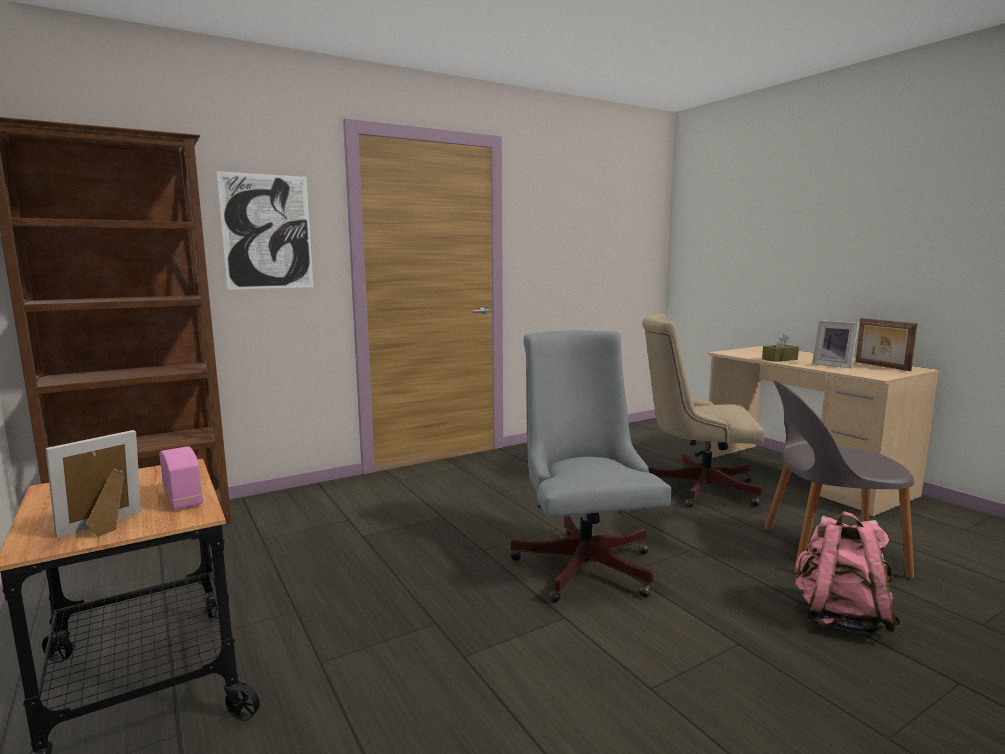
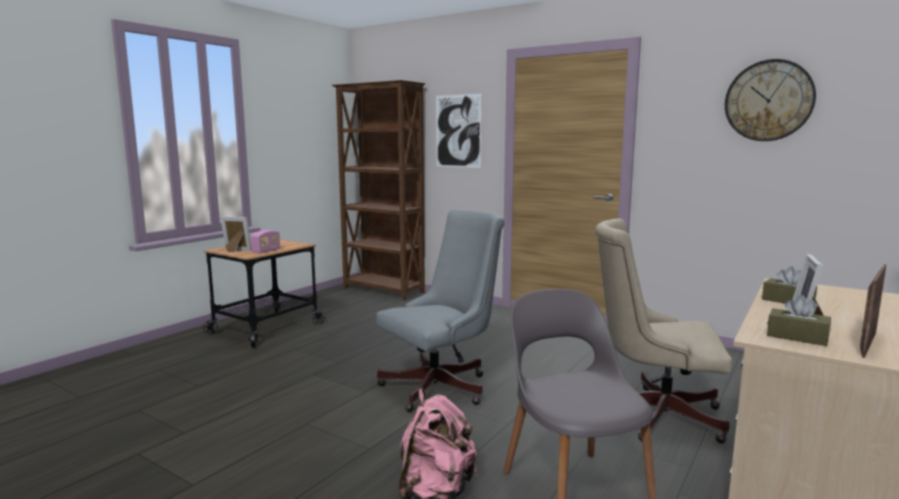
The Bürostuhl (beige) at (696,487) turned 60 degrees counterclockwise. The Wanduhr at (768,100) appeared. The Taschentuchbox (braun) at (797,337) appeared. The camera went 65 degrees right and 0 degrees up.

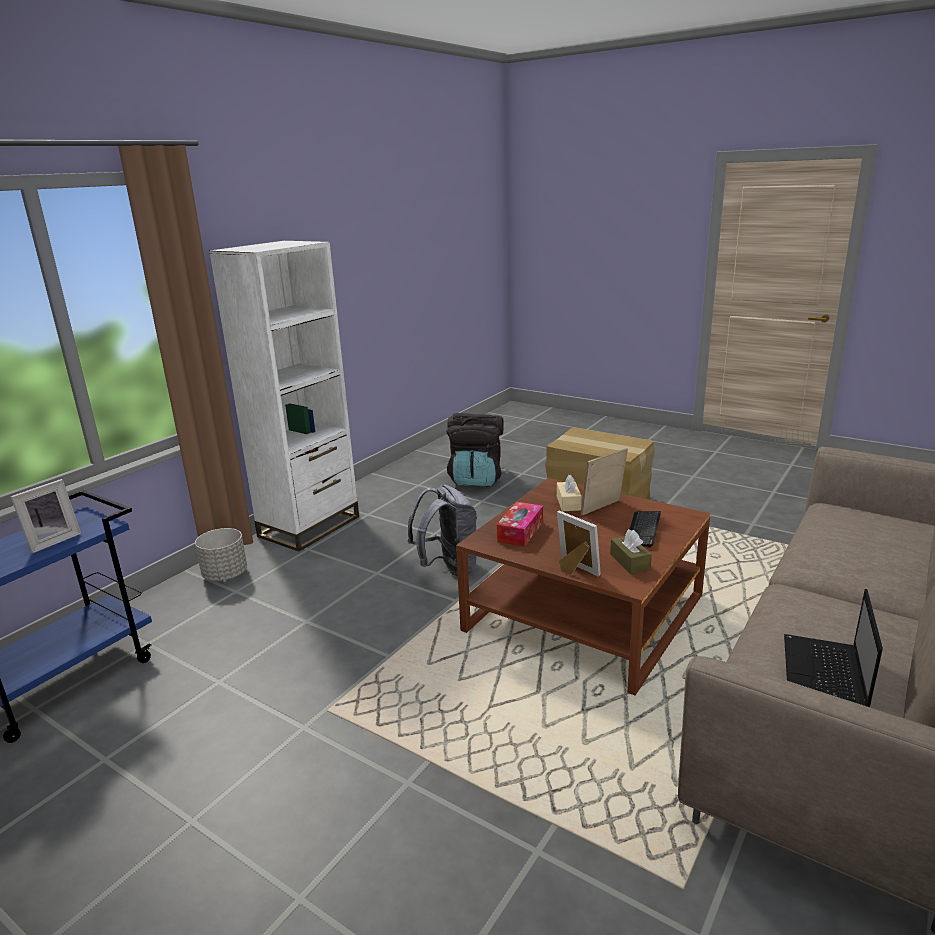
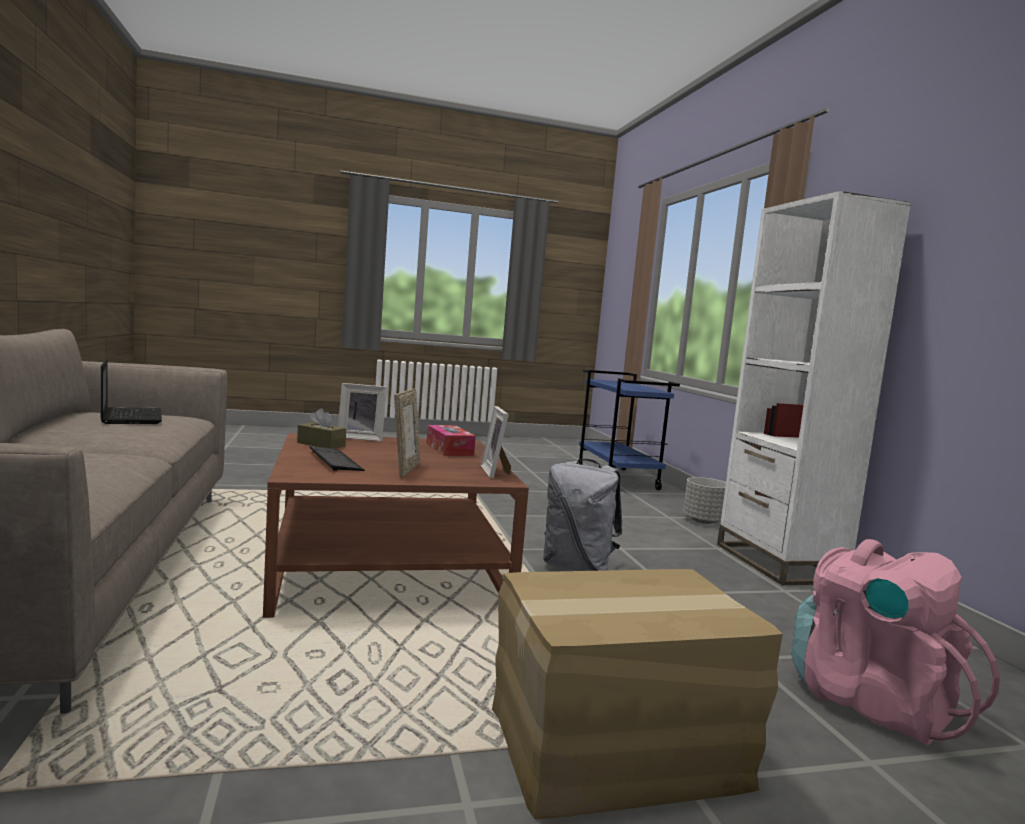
The Rucksack (schwarz) at (476,479) became the Rucksack (rosa) at (871,702). The Taschentuchbox (beige) at (568,503) disappeared. The Bilderrahmen moved from (52,541) to (496,472). The camera went 130 degrees right and 15 degrees down.

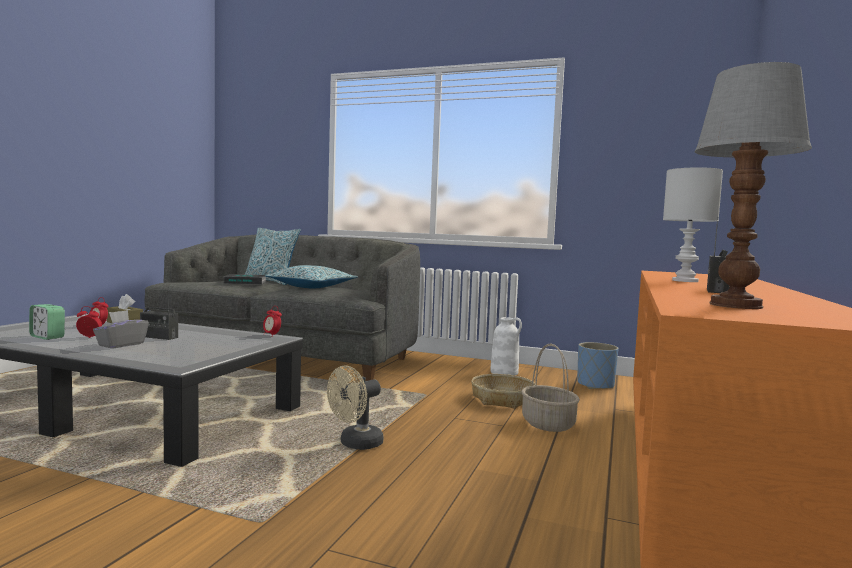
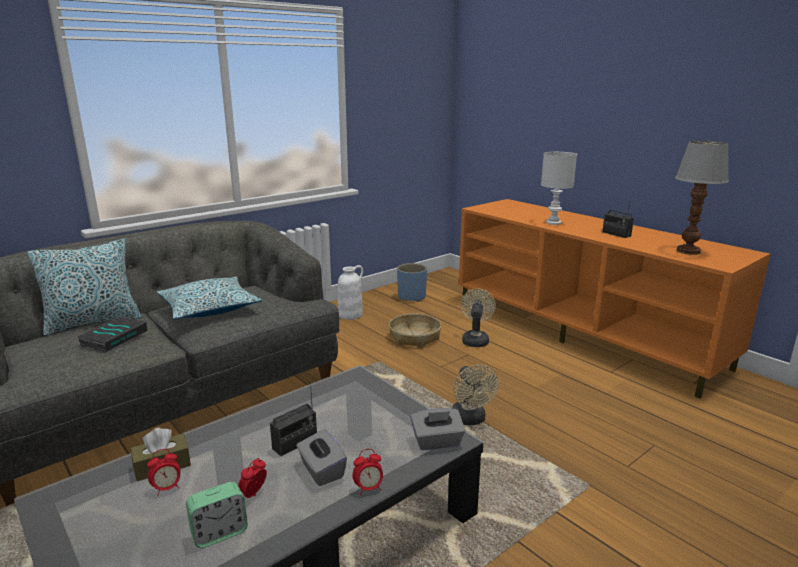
The Wecker moved from (272,335) to (368,488). The Korb at (547,424) was replaced by the Ventilator (beige) at (475,339). The Taschentuchbox (grau) at (437,442) appeared. The camera went 60 degrees left and 15 degrees up.

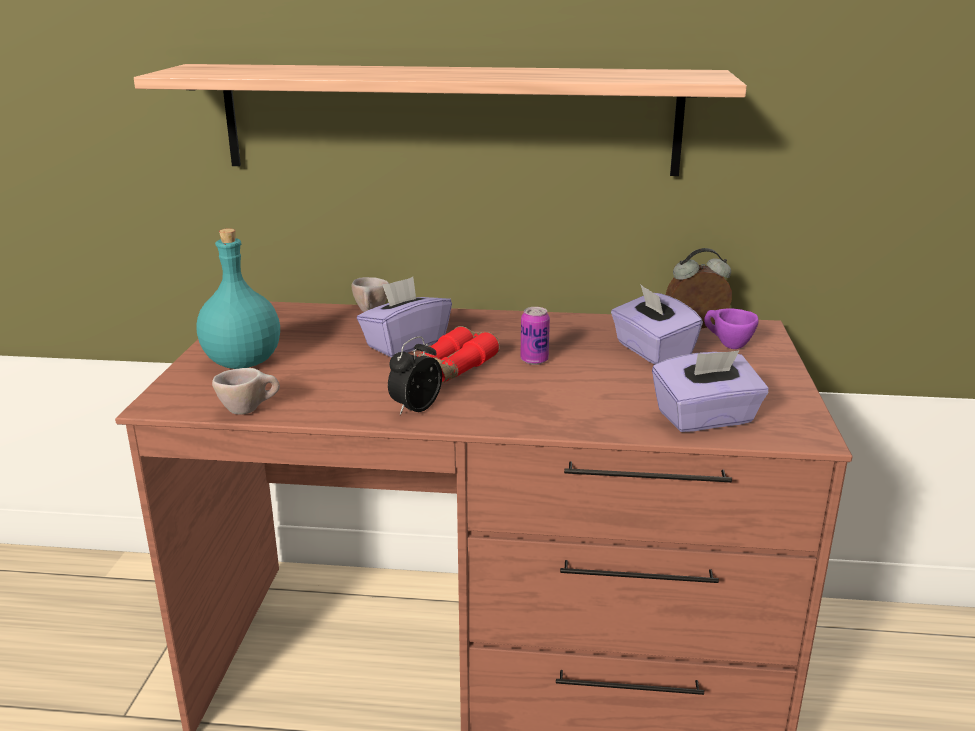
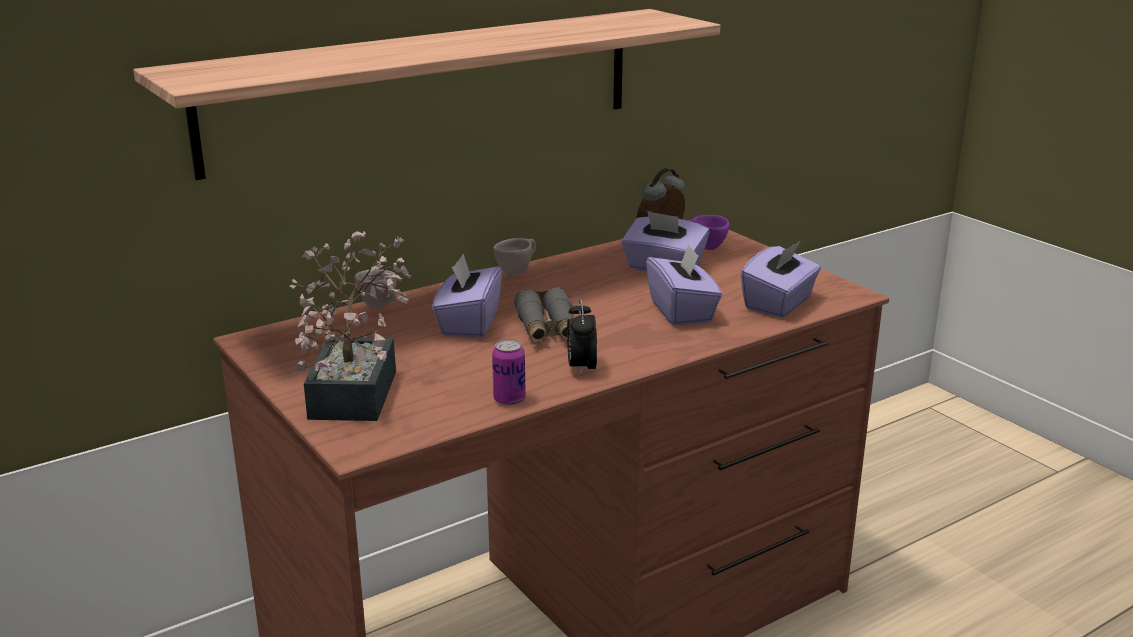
The Flasche (türkis) at (243,363) was replaced by the Topfpflanze at (358,388). The Dose moved from (534,360) to (509,399). The Fernglas (rot) at (452,368) became the Fernglas (grau) at (547,329). The Tasse (beige) moved from (249,410) to (517,272). The Taschentuchbox (lila) at (682,311) appeared. The camera went 40 degrees left and 0 degrees up.

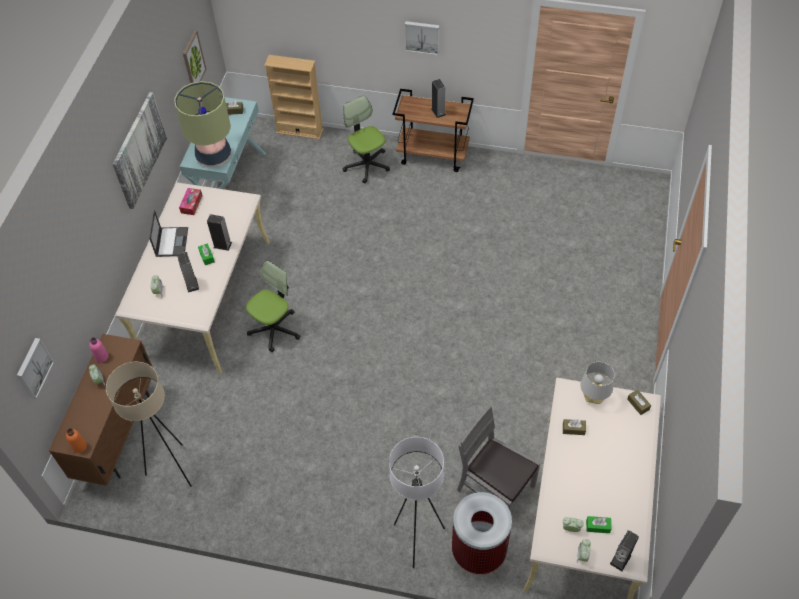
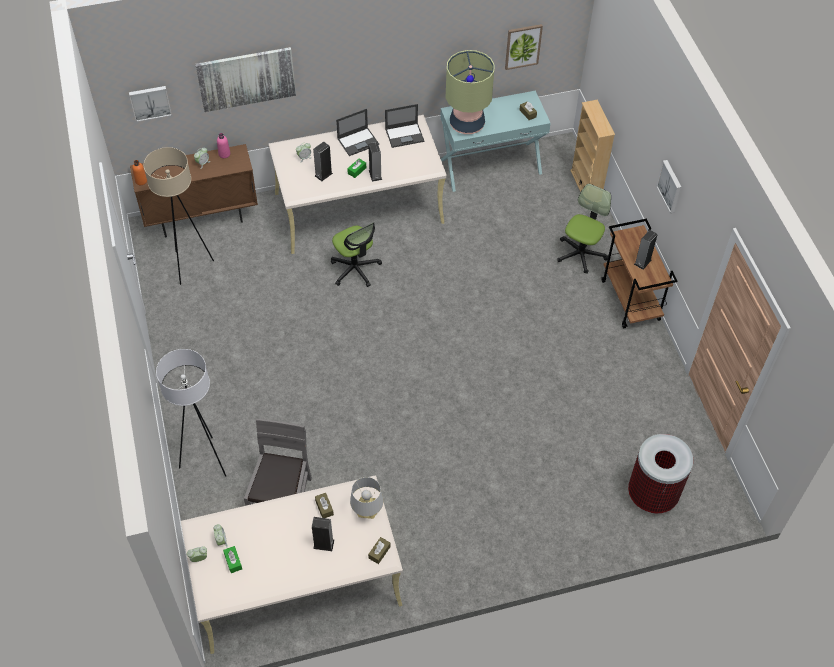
The Bild moved from (139,150) to (246,78). The Taschentuchbox at (191,204) was replaced by the Laptop at (405,135). The Bürostuhl at (274,329) turned 45 degrees clockwise. The Mülleimer moved from (479,551) to (652,495). The Lautsprecher moved from (620,559) to (323,544). The camera went 60 degrees right and 0 degrees up.

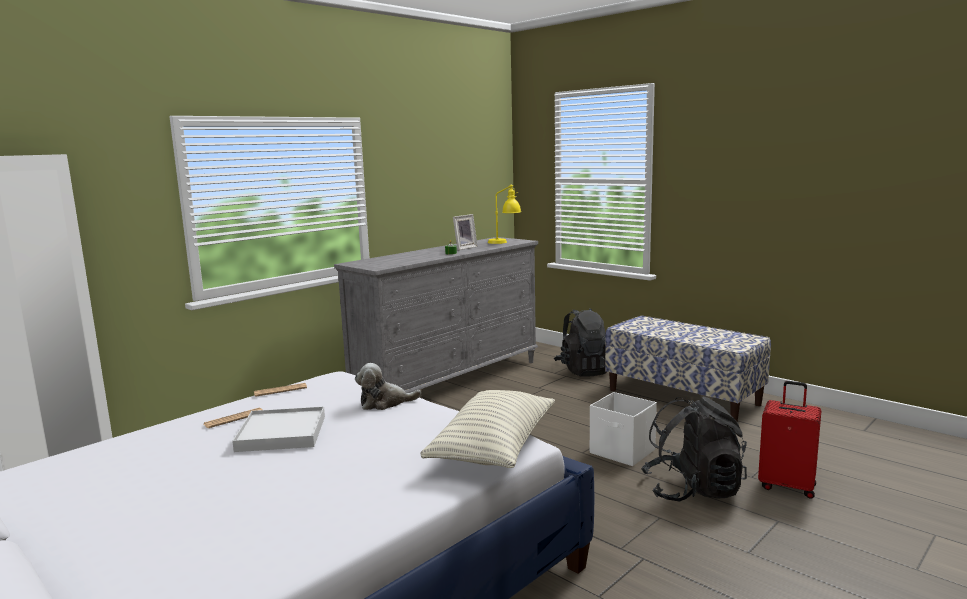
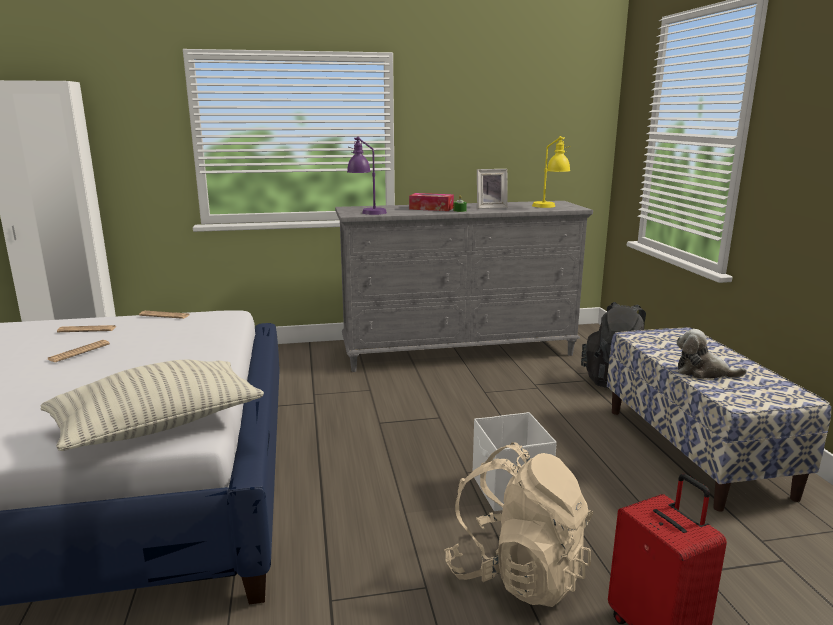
The Plüschtier moved from (384,403) to (703,372). The Rucksack (schwarz) at (692,490) became the Rucksack (beige) at (517,573). The Tablett (weiß) at (281,433) was replaced by the Zeitung at (79,352). The Tischlampe (lila) at (366,211) appeared. The Taschentuchbox at (431,208) appeared. The camera went 35 degrees right and 5 degrees up.

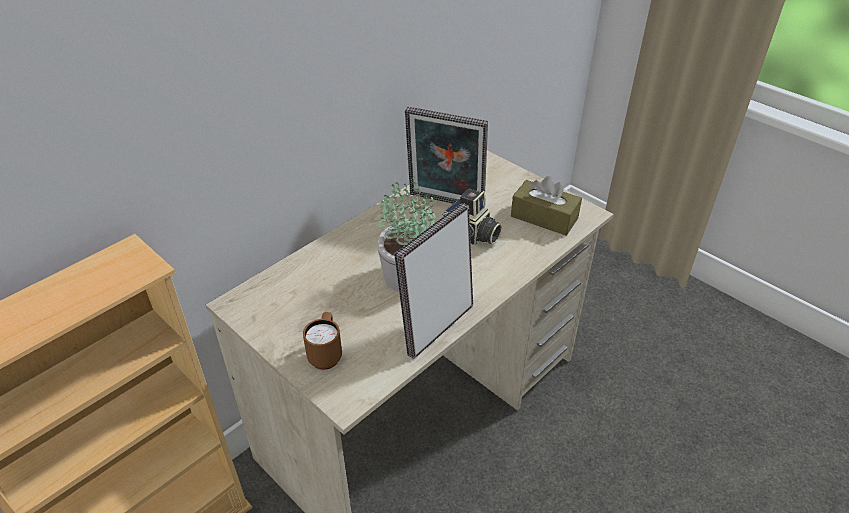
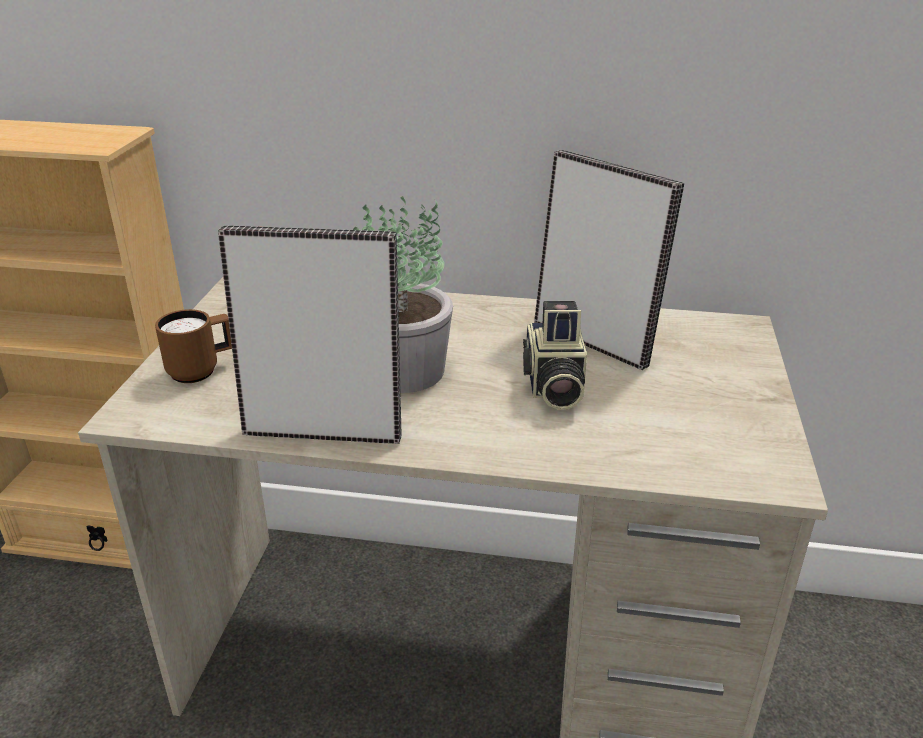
The Bilderrahmen at (445,203) turned 150 degrees clockwise. The Taschentuchbox (braun) at (544,217) disappeared. The camera went 55 degrees right and 10 degrees down.

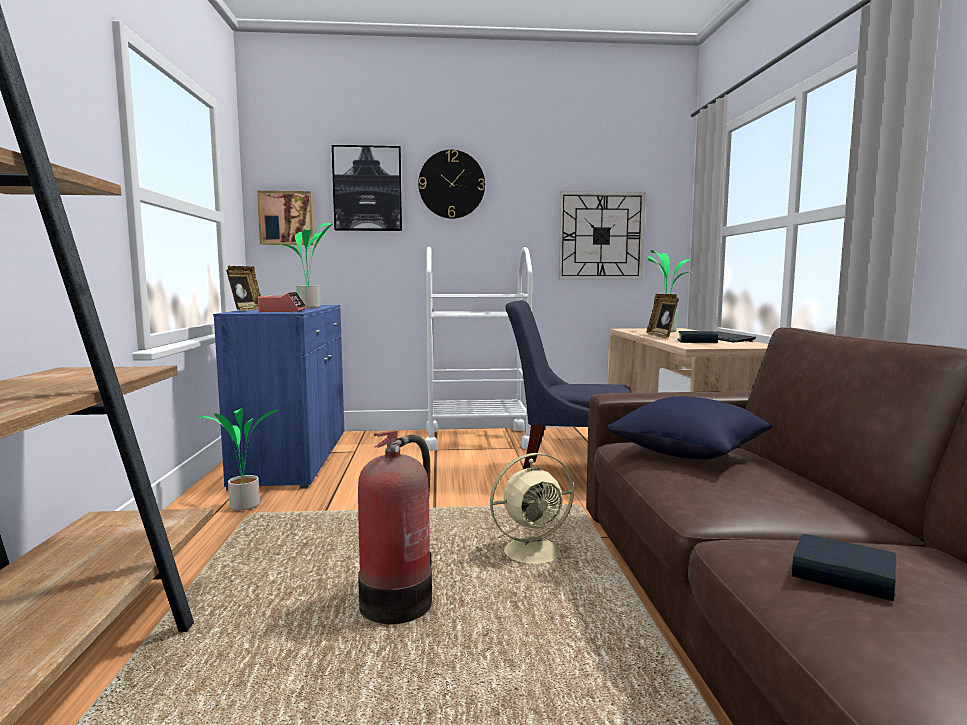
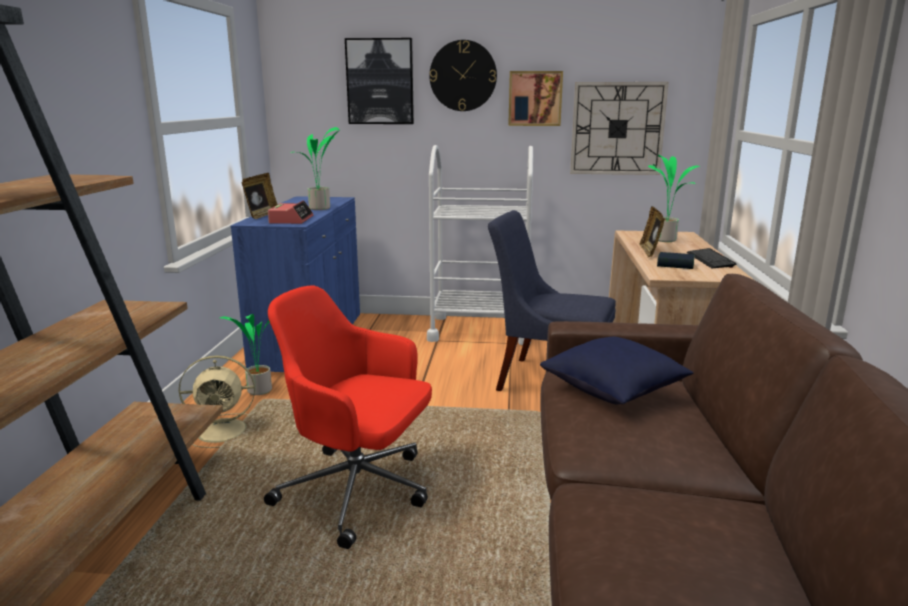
The Bild moved from (286,218) to (535,98). The Feuerlöscher at (399,602) was replaced by the Bürostuhl (rot) at (358,492). The Ventilator (beige) moved from (534,551) to (225,430). The Buch at (843,576) disappeared. The camera went 10 degrees right and 10 degrees up.

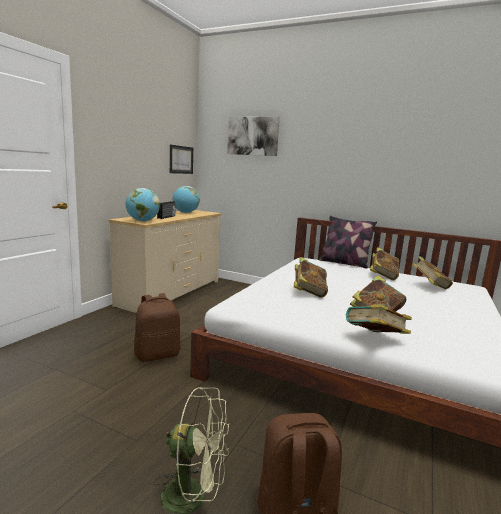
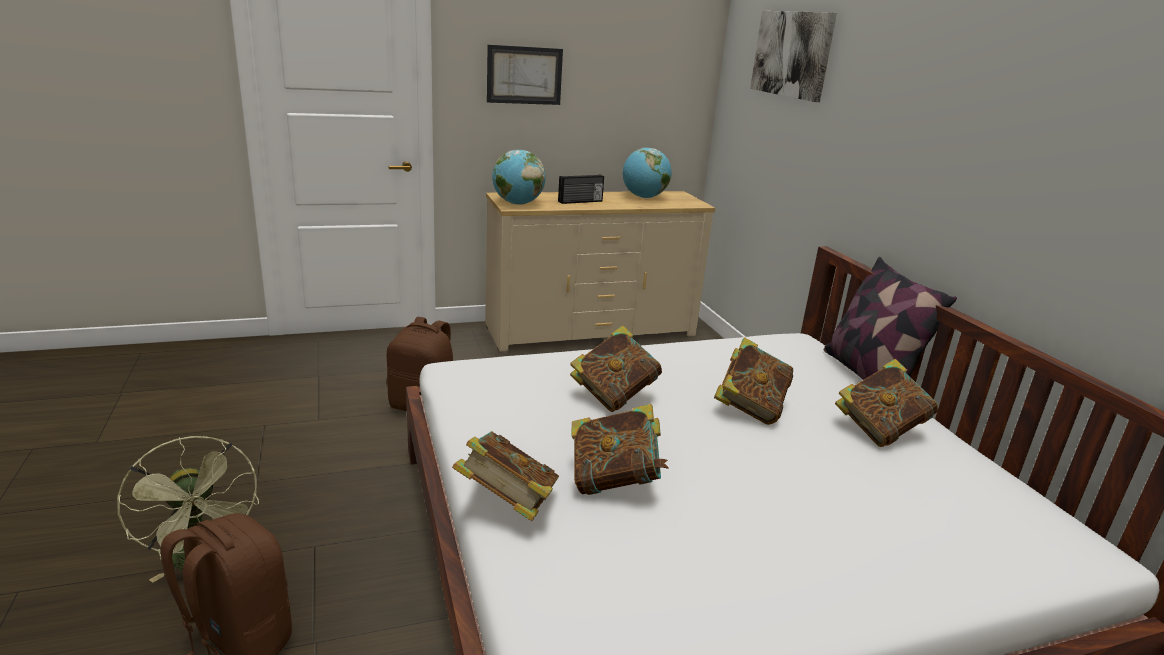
The Bild moved from (181,159) to (524,75). The Buch moved from (429,286) to (750,408). The camera went 45 degrees right and 10 degrees up.

